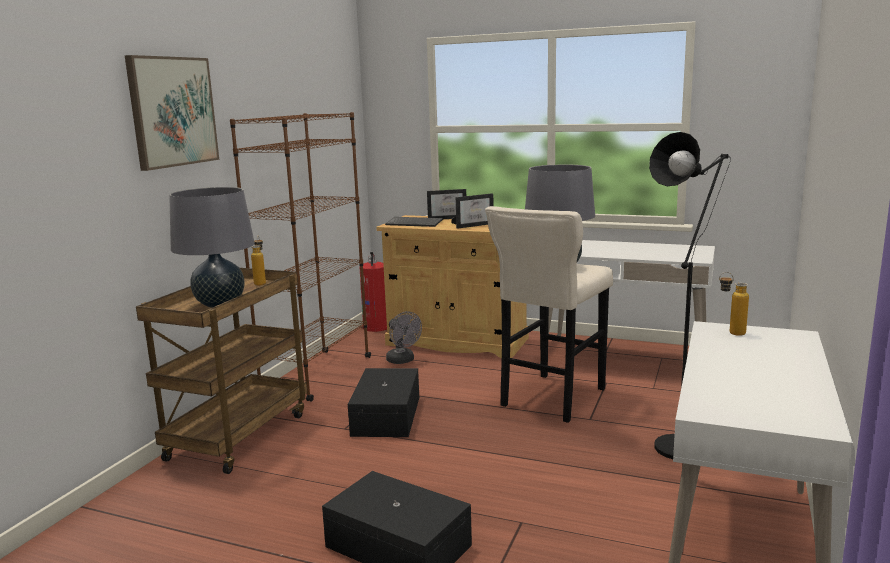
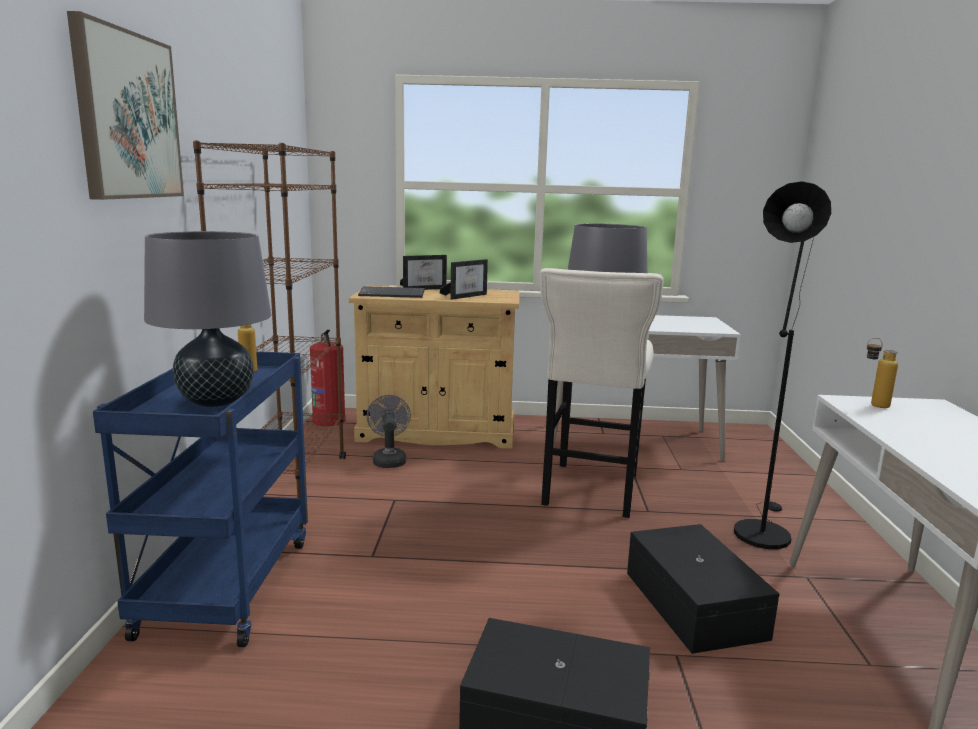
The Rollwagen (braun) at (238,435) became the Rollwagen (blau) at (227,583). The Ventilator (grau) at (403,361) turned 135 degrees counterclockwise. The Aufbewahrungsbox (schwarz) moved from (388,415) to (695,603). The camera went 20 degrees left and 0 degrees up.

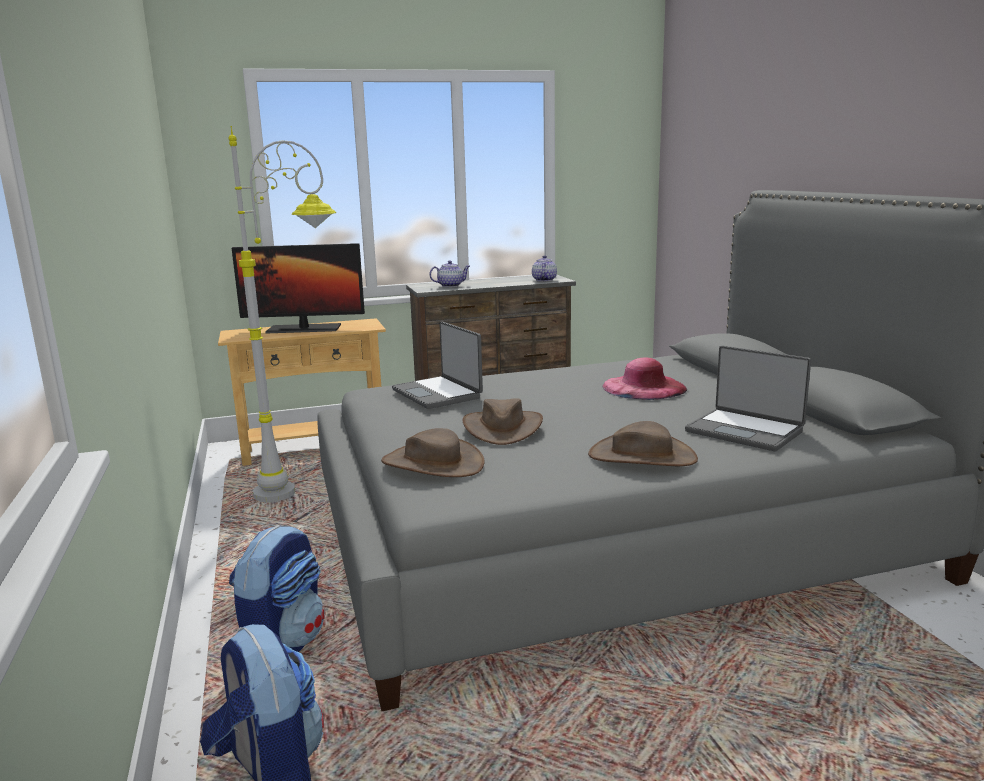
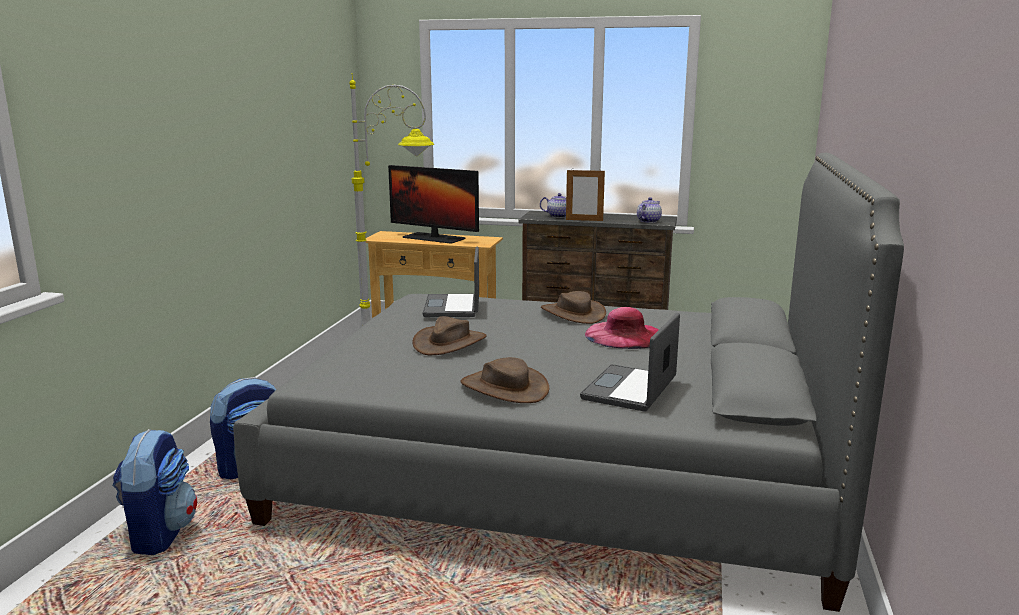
The Laptop at (745,431) turned 45 degrees clockwise. The Hut (braun) moved from (433,463) to (573,313). The Bilderrahmen at (584,220) appeared. The camera went 30 degrees right and 0 degrees up.

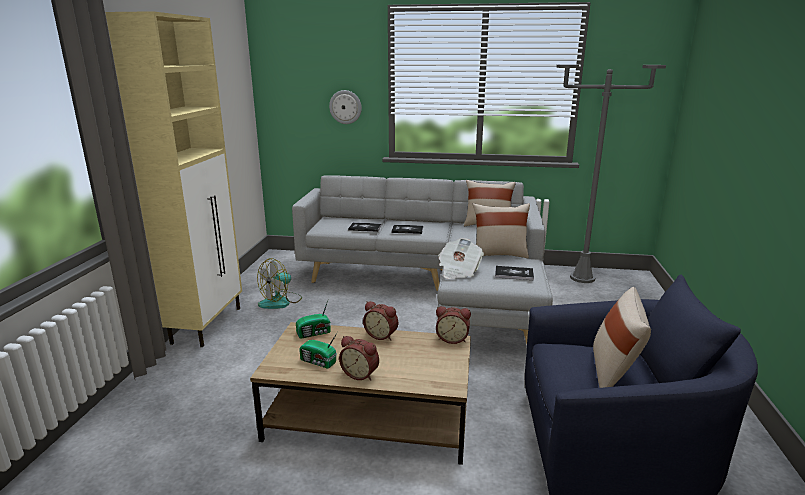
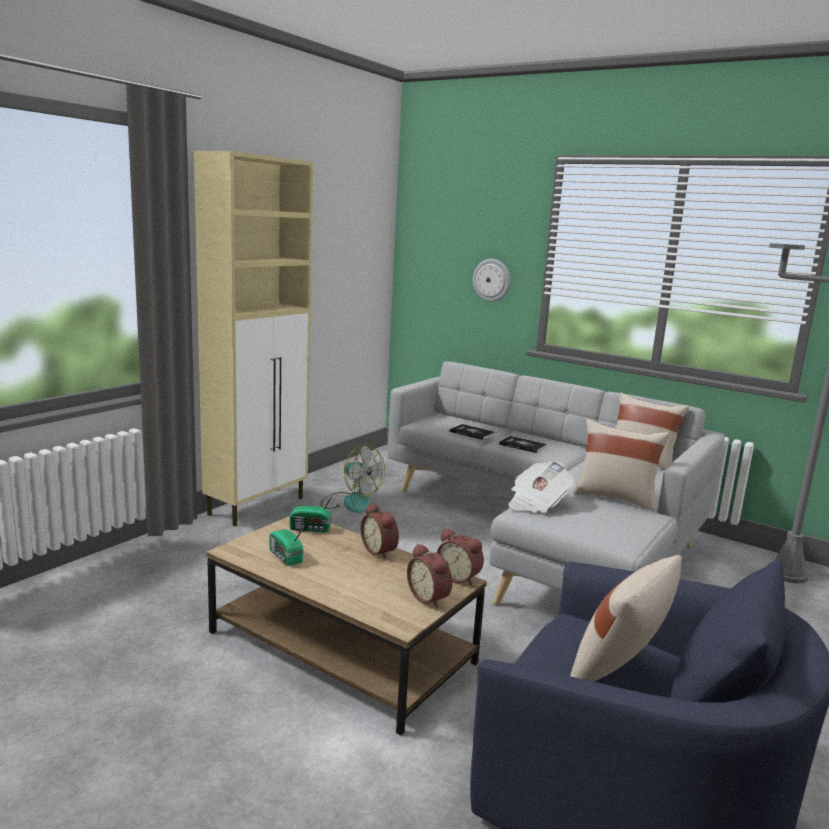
The Ventilator at (280,302) turned 120 degrees counterclockwise. The Buch at (514,274) disappeared. The Wecker moved from (361,374) to (430,597). The camera went 25 degrees right and 5 degrees down.

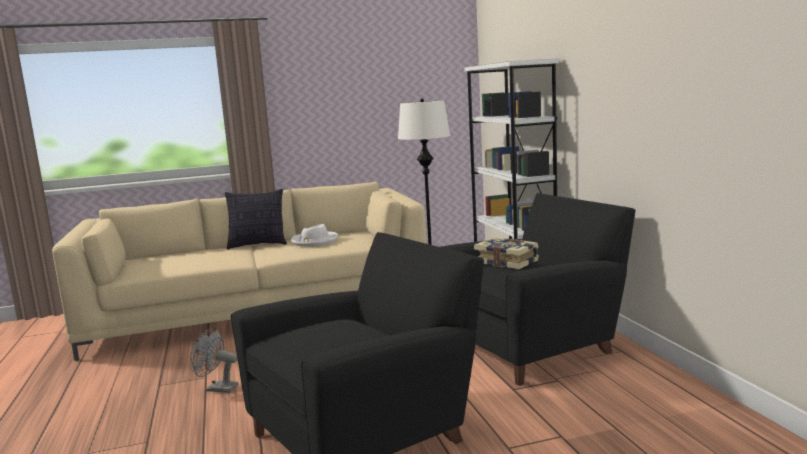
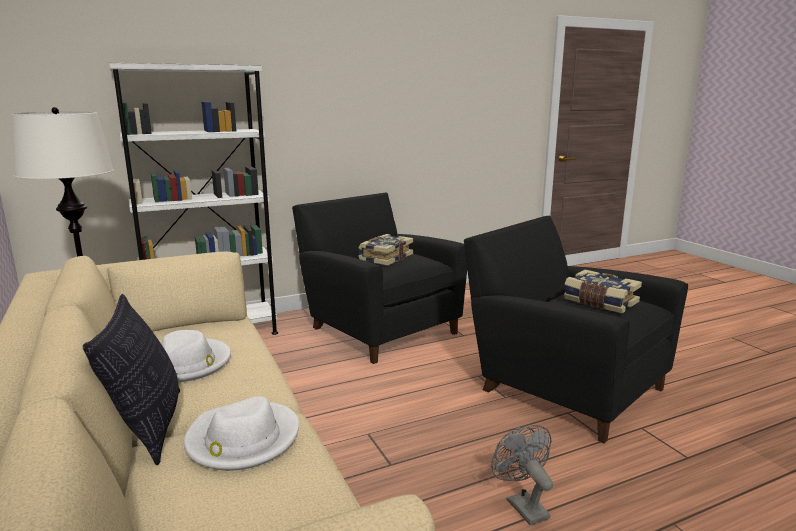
The Ventilator (grau) at (217,388) turned 150 degrees clockwise. The Buch at (600,302) appeared. The Hut (weiß) at (242,440) appeared. The camera went 100 degrees left and 5 degrees up.

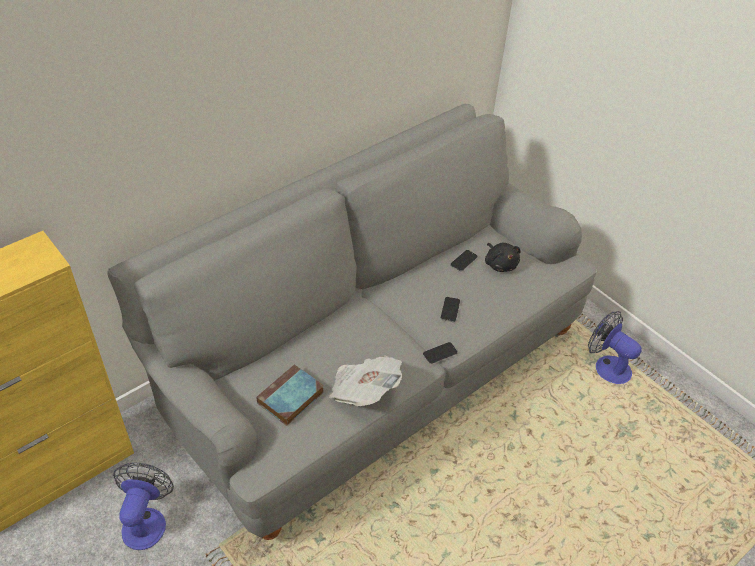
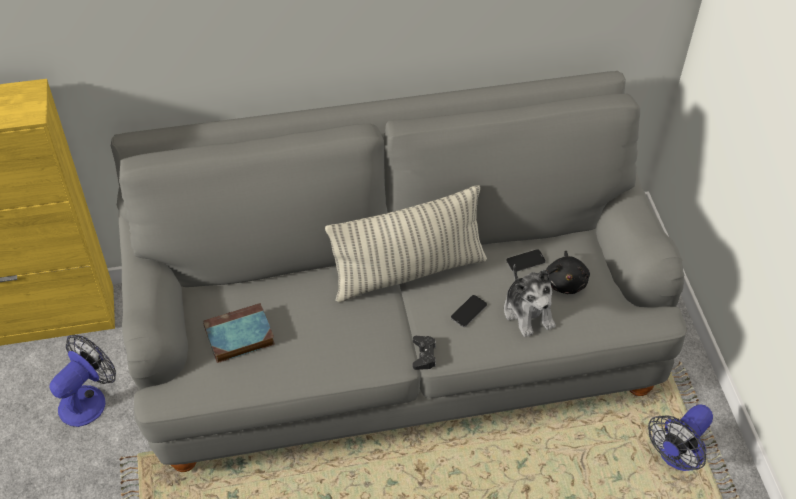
The Ventilator at (607,366) turned 120 degrees counterclockwise. The Handy at (440,353) was replaced by the Gamepad (schwarz) at (424,355). The Zeitung at (364,391) disappeared. The Kissen at (408,272) appeared. The Plüschtier at (528,312) appeared. The camera went 30 degrees right and 5 degrees up.

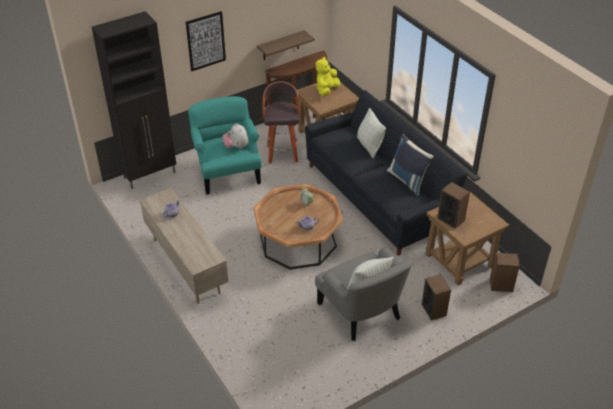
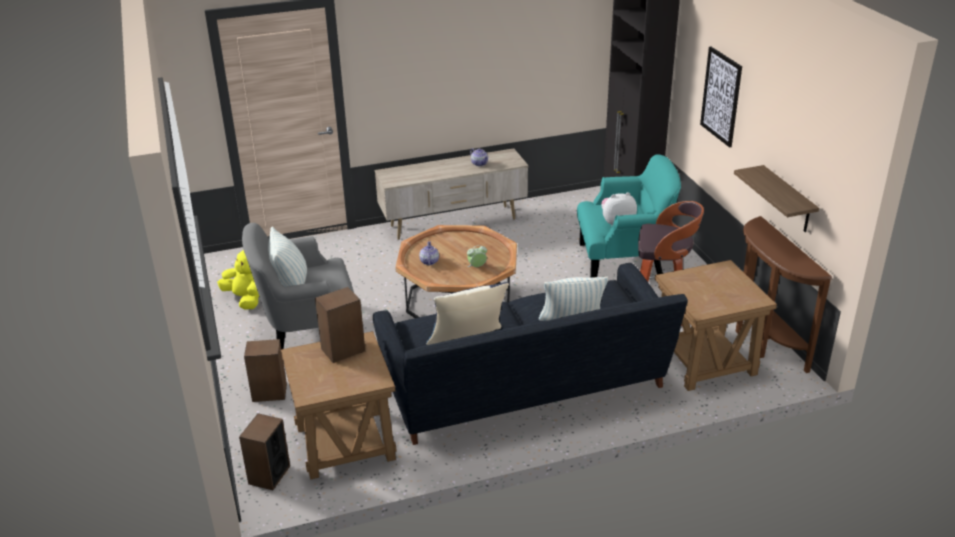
The Plüschtier (gelb) moved from (326,90) to (245,299). The camera went 105 degrees right and 10 degrees down.

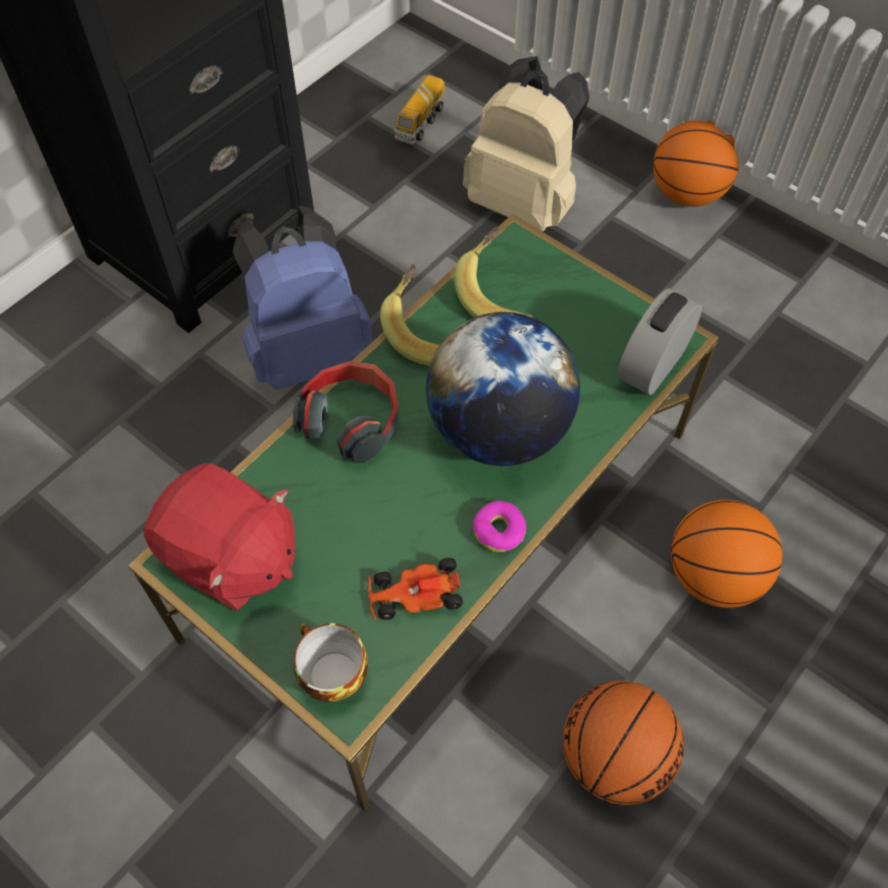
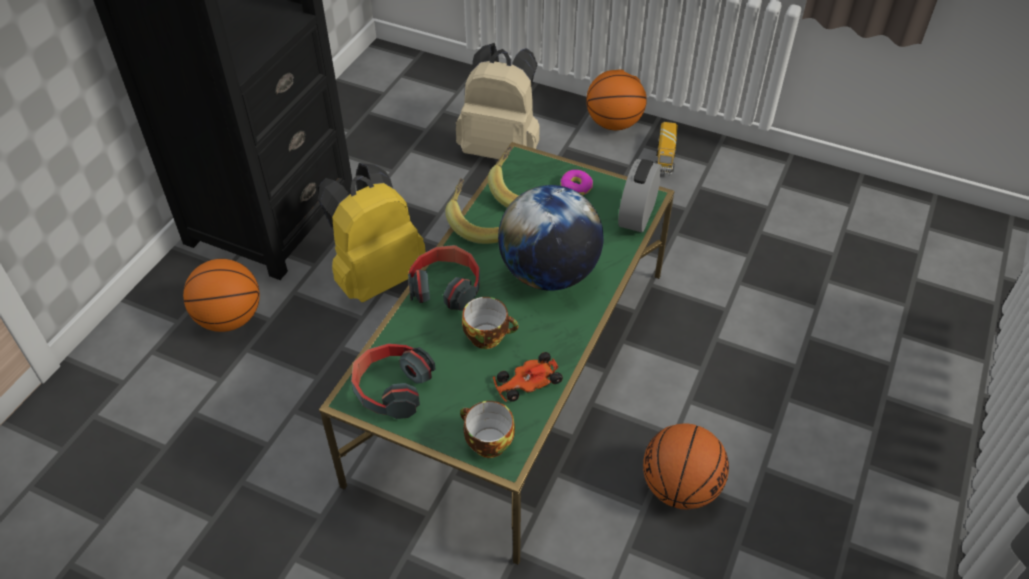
The Spielzeuglaster moved from (420,123) to (665,158). The Rucksack (blau) at (309,353) became the Rucksack (gelb) at (376,276). The Plüschtier (rot) at (231,557) was replaced by the Kopfhörer at (391,388). The Basketball moved from (713,575) to (230,318). The Donut moved from (499,531) to (576,187). The Tasse at (488,336) appeared. The camera went 15 degrees left and 10 degrees down.

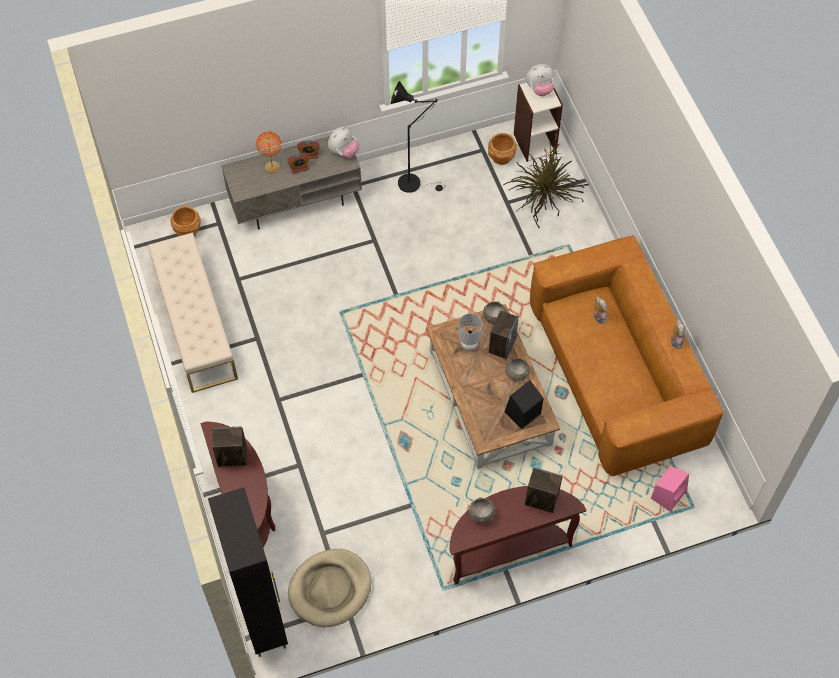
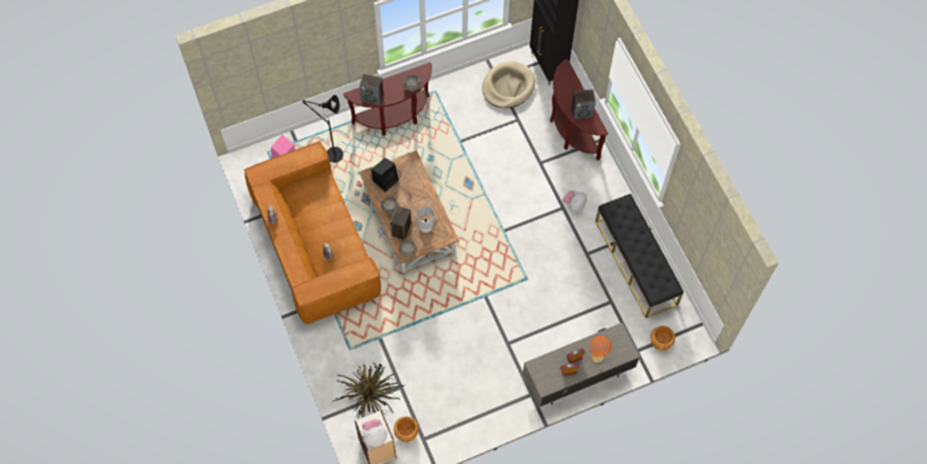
The Stehlampe (schwarz) moved from (414,183) to (330,155). The Plüschtier moved from (343,152) to (574,205). The Bank (beige) at (195,323) became the Bank (schwarz) at (636,262). The camera went 175 degrees right and 5 degrees up.

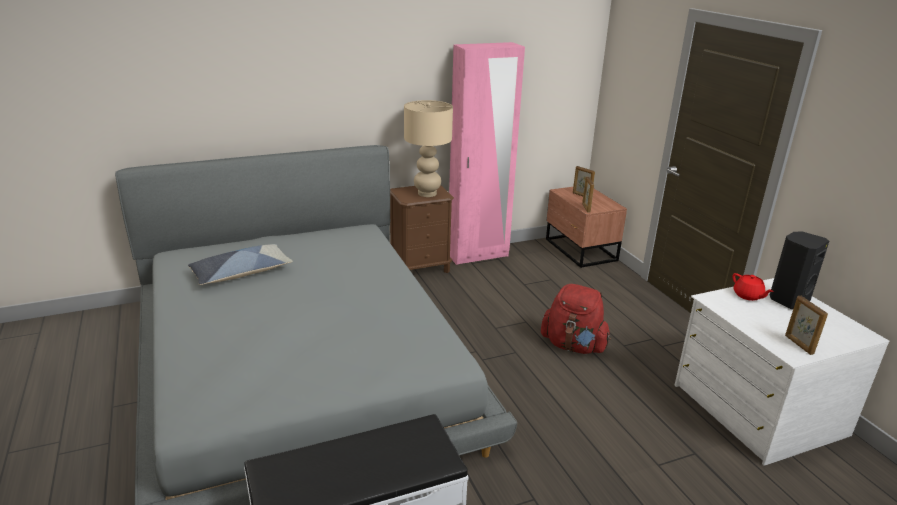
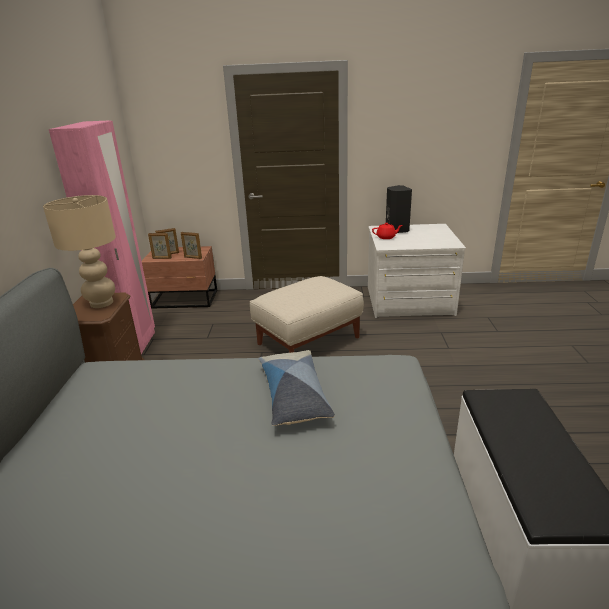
The Kissen moved from (241,273) to (293,395). The Rucksack (rot) at (573,346) was replaced by the Polsterhocker (beige) at (309,340). The Bilderrahmen moved from (798,345) to (162,258). The camera went 65 degrees left and 0 degrees up.

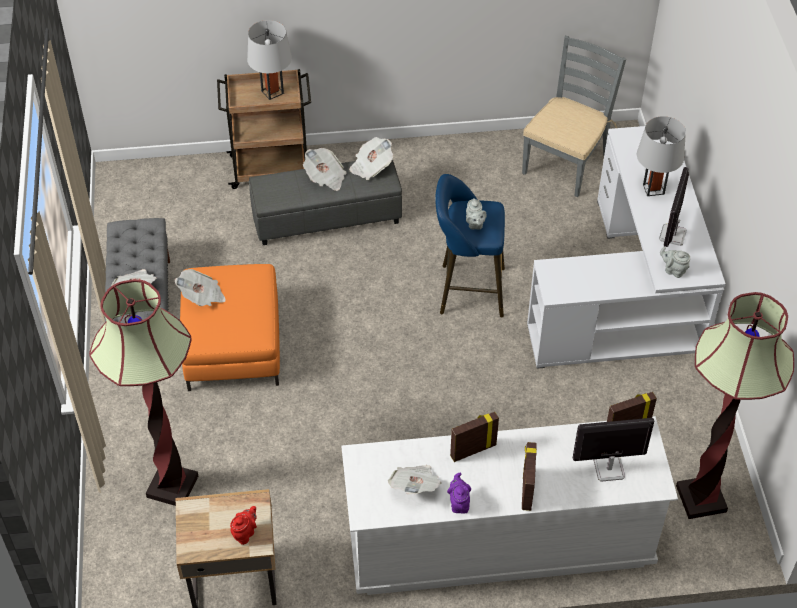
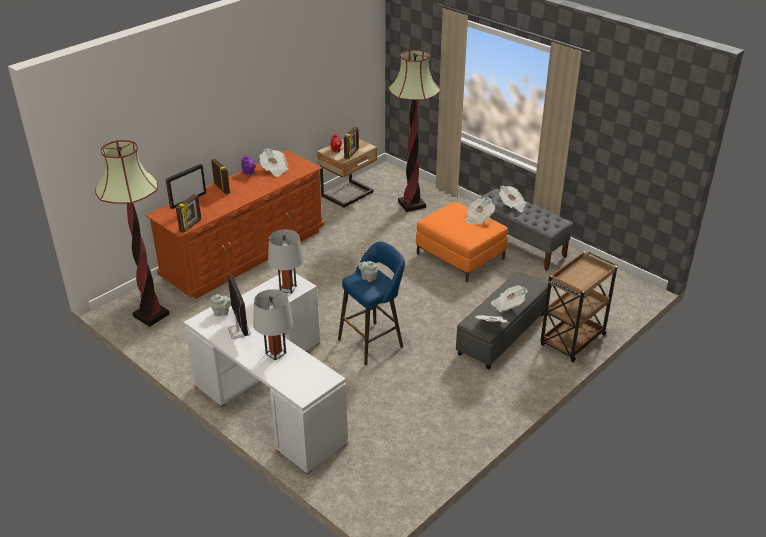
The Tischlampe (grau) moved from (272,92) to (288,288). The Stuhl (grau) at (566,163) disappeared. The Bilderrahmen moved from (472,450) to (352,154). The Kommode (weiß) at (499,541) became the Kommode (braun) at (244,254). The camera went 140 degrees right and 15 degrees down.

